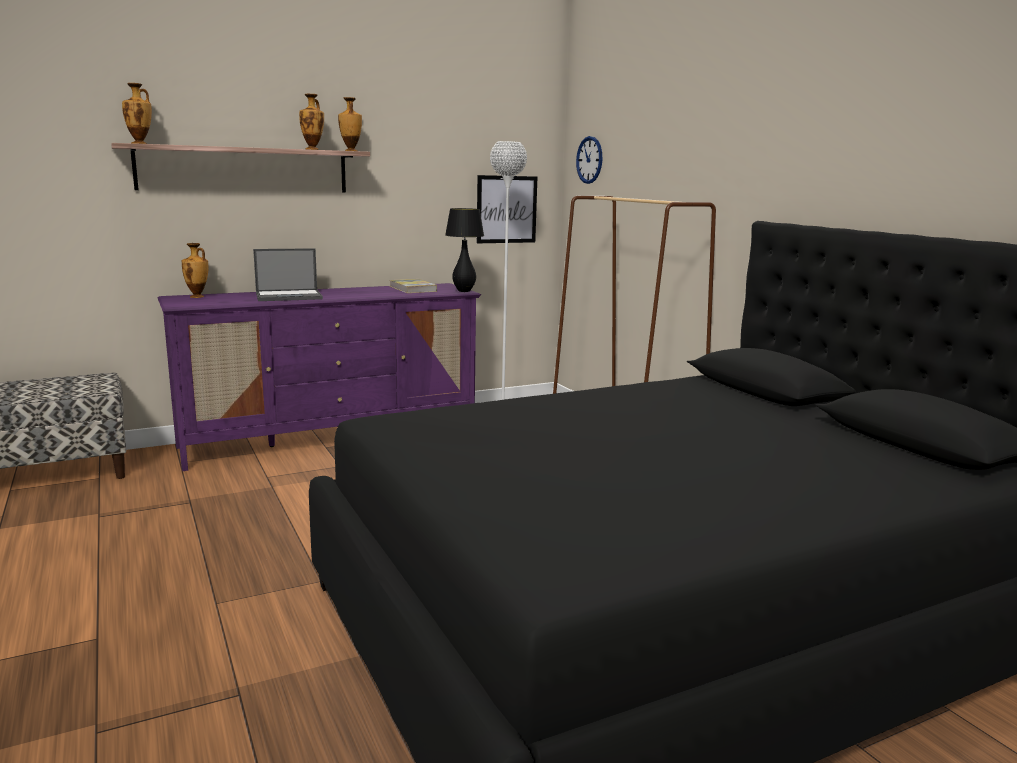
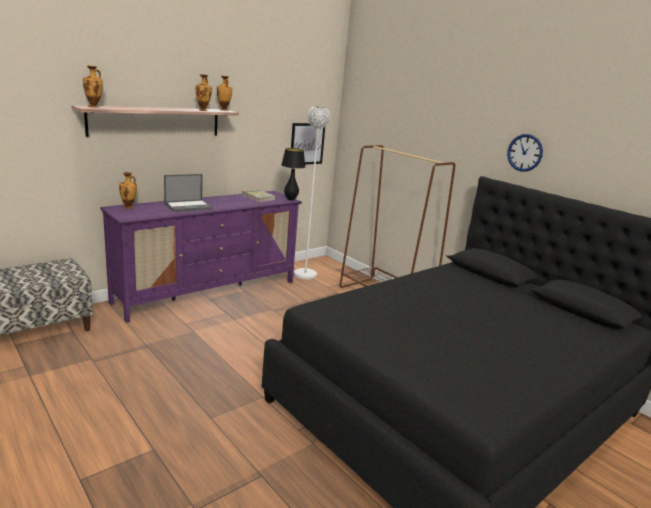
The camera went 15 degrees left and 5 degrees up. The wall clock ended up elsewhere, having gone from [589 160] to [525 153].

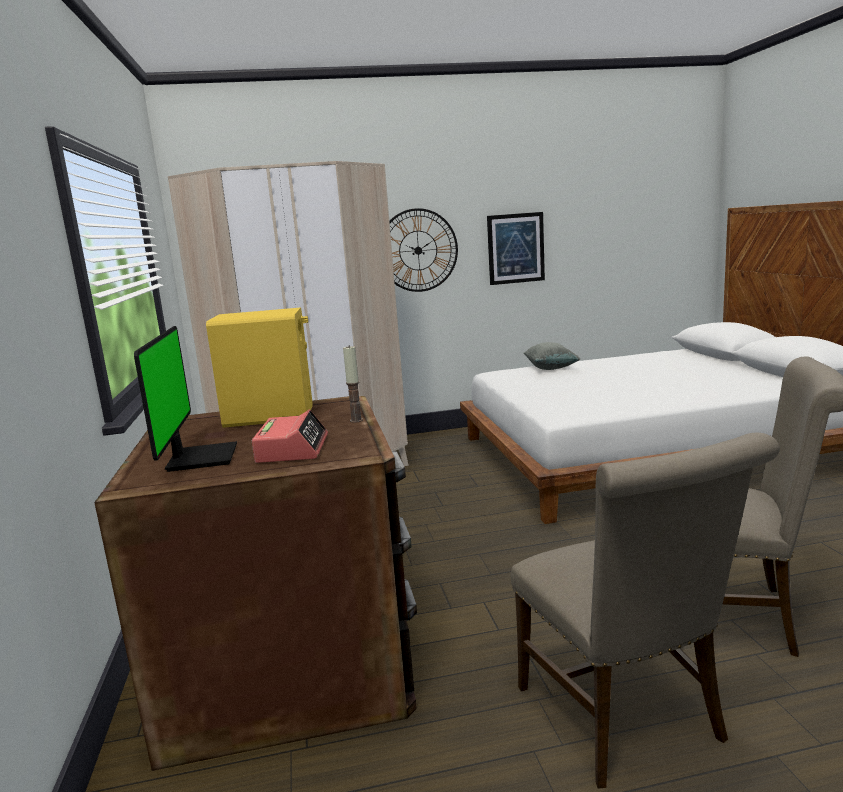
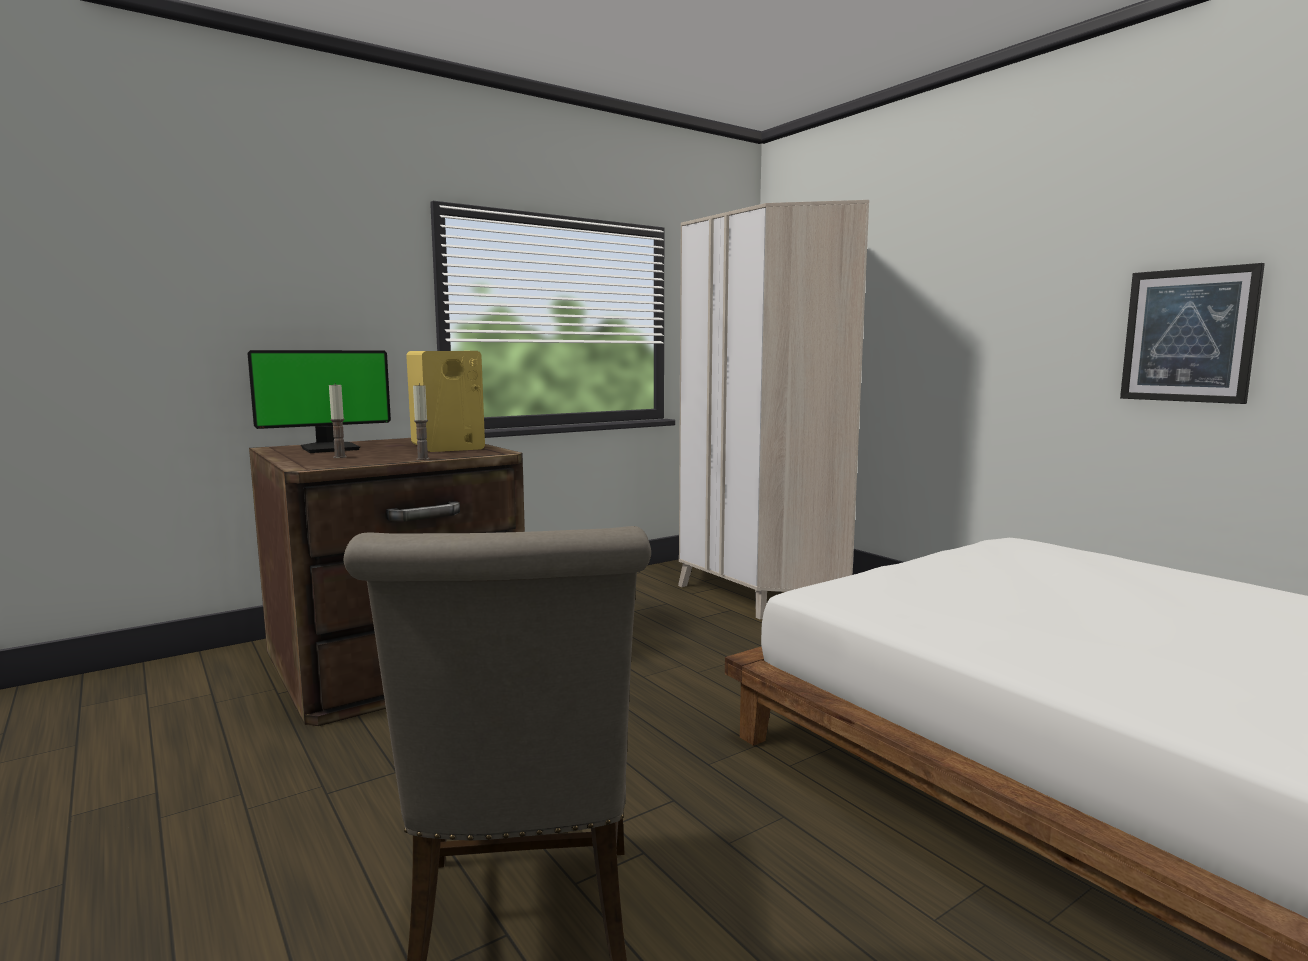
The camera went 65 degrees right and 5 degrees down. The second view lost the wall clock at [423 250]. The second view lost the pillow (grey) at [552 356]. Where the alarm clock stood at [290 436], the candle came to stand at [338 421]. The second view lost the chair (beige) at [645 610].

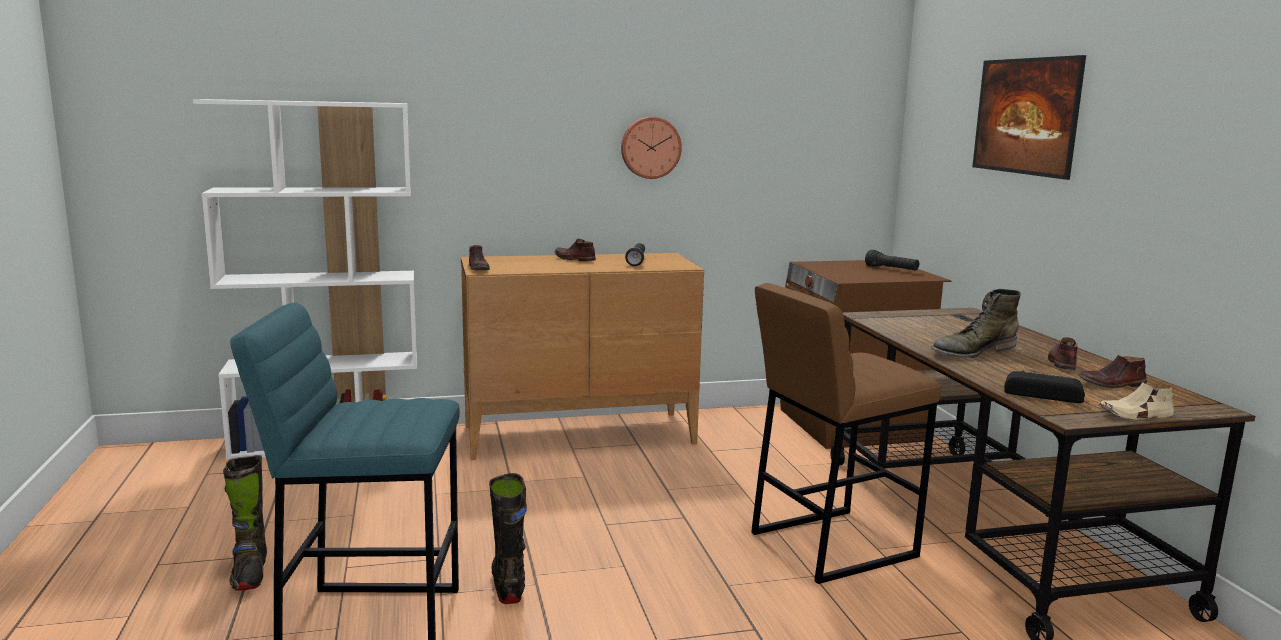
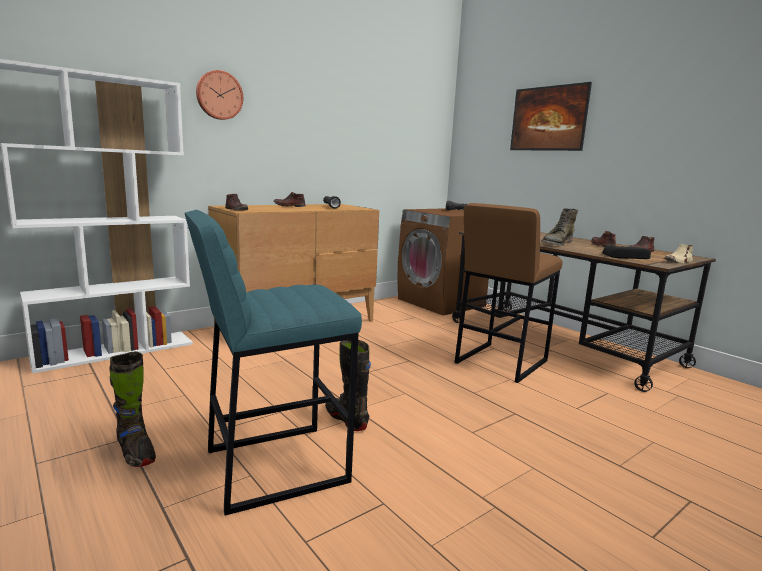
The camera went 25 degrees left and 0 degrees up. The wall clock ended up elsewhere, having gone from [651 148] to [219 95].

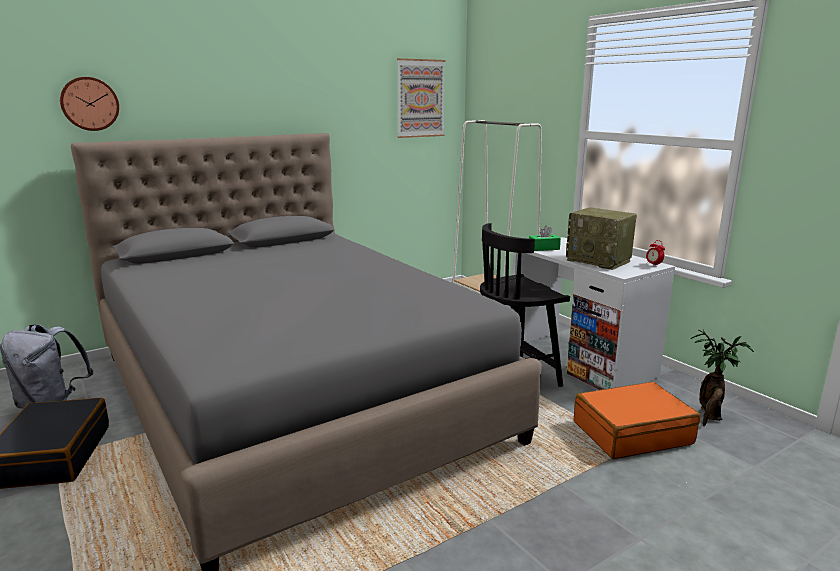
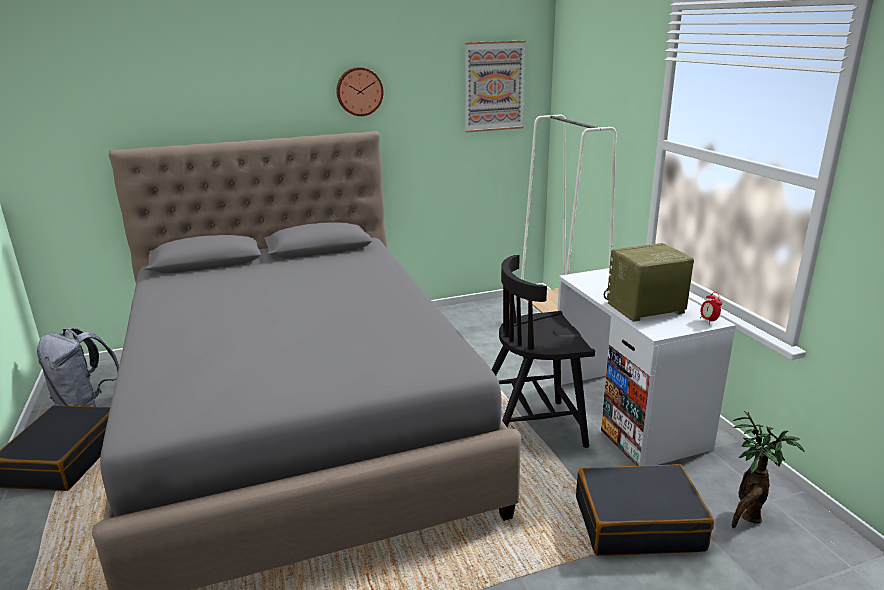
The camera went 15 degrees right and 5 degrees up. The wall clock ended up elsewhere, having gone from [89 104] to [359 91]. The radio at [601 238] ended up facing another way, 105 degrees clockwise from before. The second view lost the tissue box (green) at [545 238]. What was the suitcase (orange) at [637 420] turned into the suitcase (black) at [645 510].

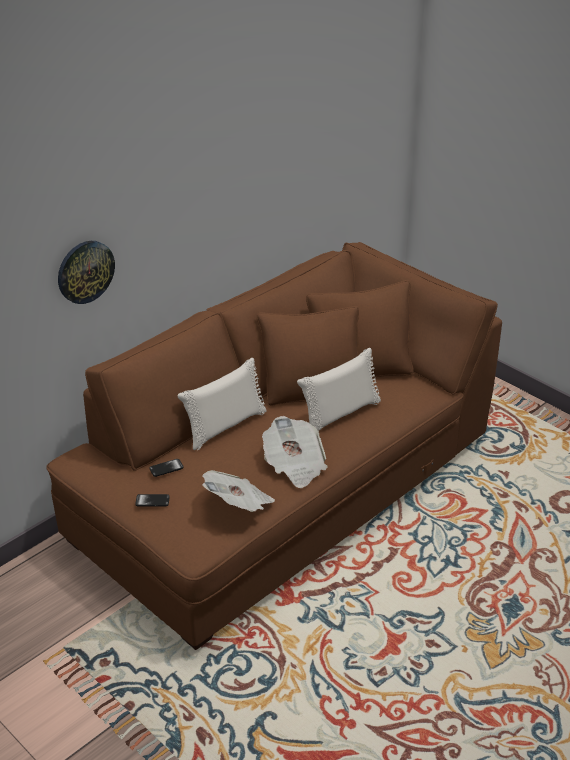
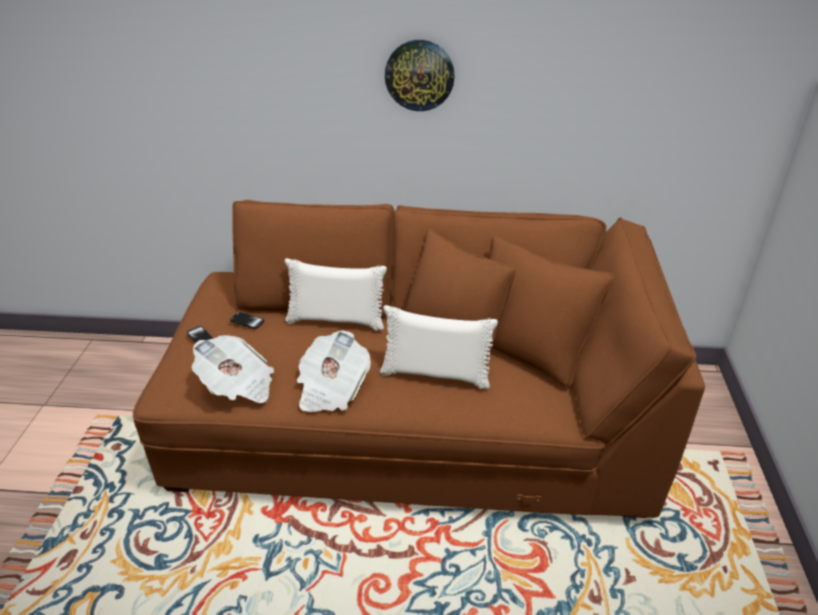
The camera went 50 degrees right and 0 degrees up. The wall clock ended up elsewhere, having gone from [86 272] to [420 75].

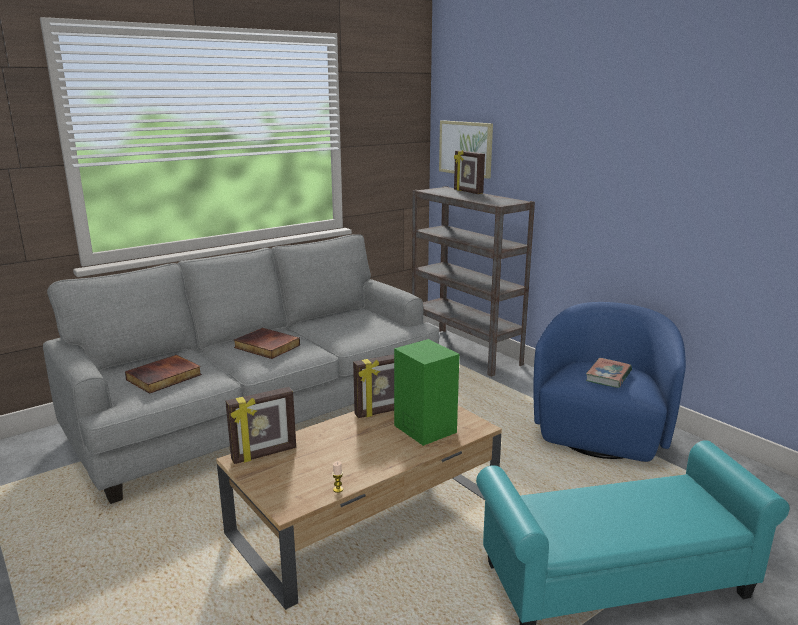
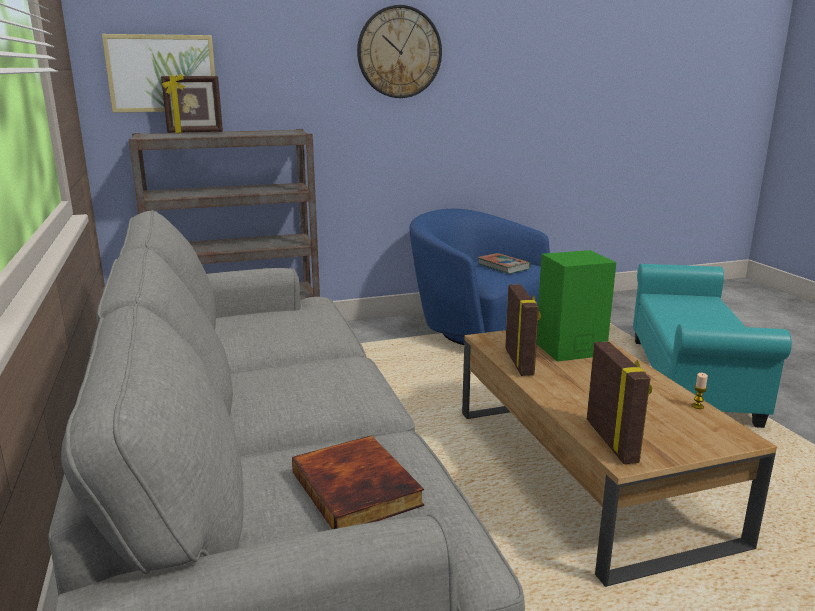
The camera went 70 degrees left and 0 degrees up. The second view lost the book at [267 343]. The second view gained the wall clock at [399 51].

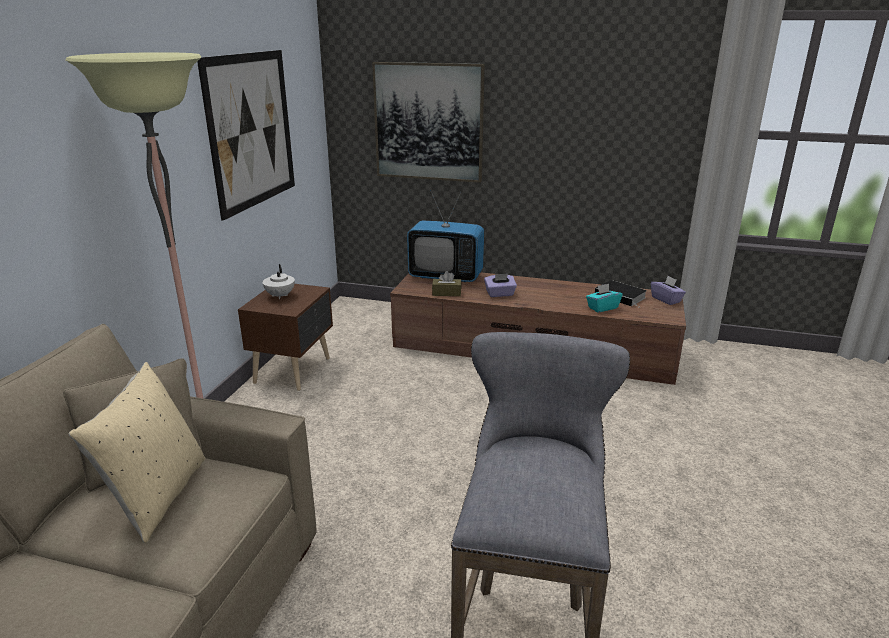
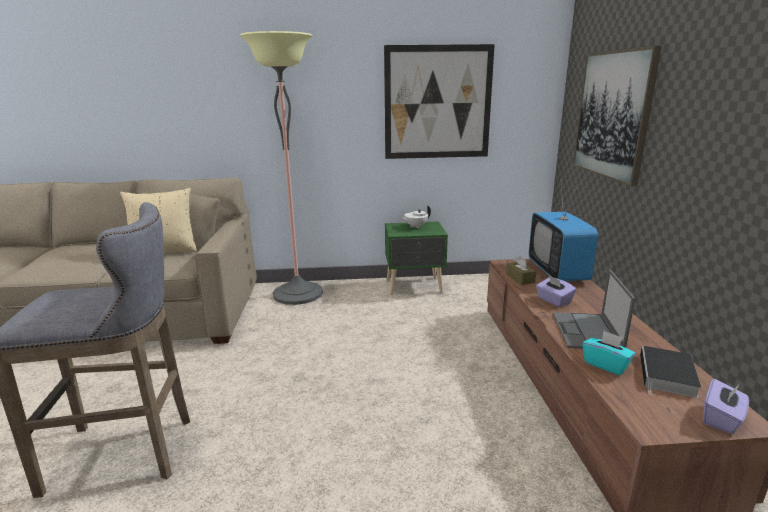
The camera went 70 degrees right and 5 degrees down. What was the nightstand (brown) at [285 337] turned into the nightstand (green) at [416 258]. The second view gained the laptop at [594 309].

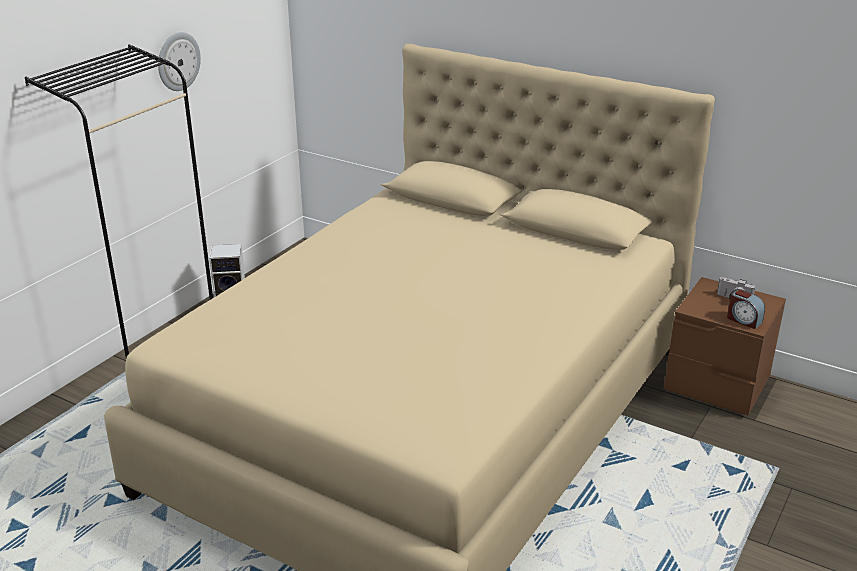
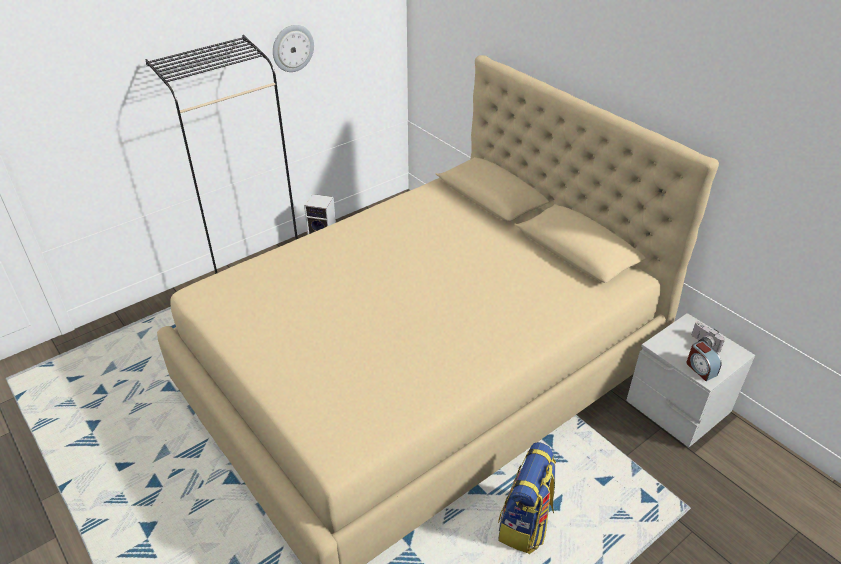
The camera went 20 degrees right and 10 degrees up. What was the nightstand (brown) at [725 346] turned into the nightstand (white) at [690 380]. The second view gained the backpack at [527 498].

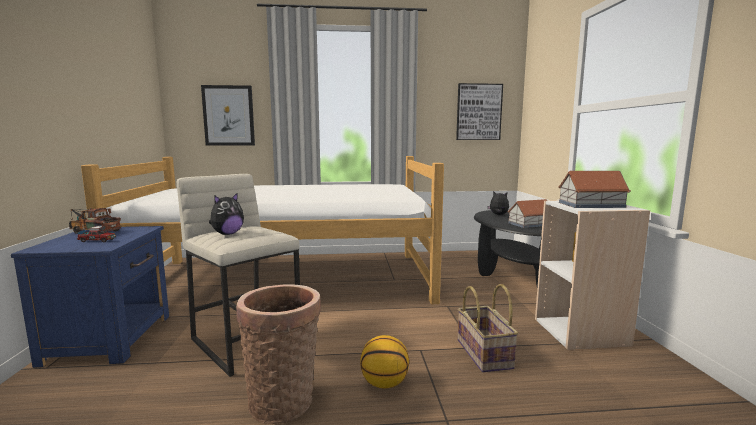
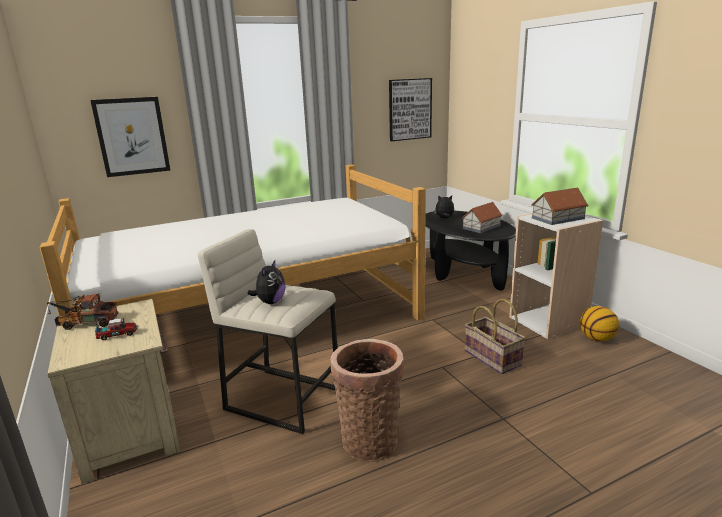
The camera went 20 degrees left and 10 degrees up. What was the nightstand (blue) at [90 297] turned into the nightstand (beige) at [114 391]. The basketball ended up elsewhere, having gone from [384 362] to [599 323].

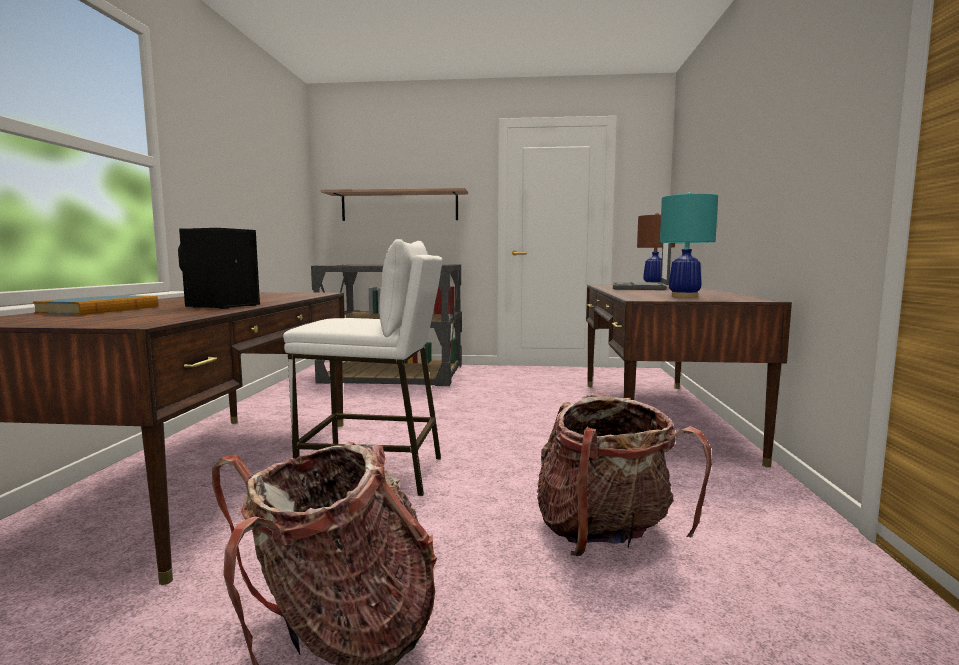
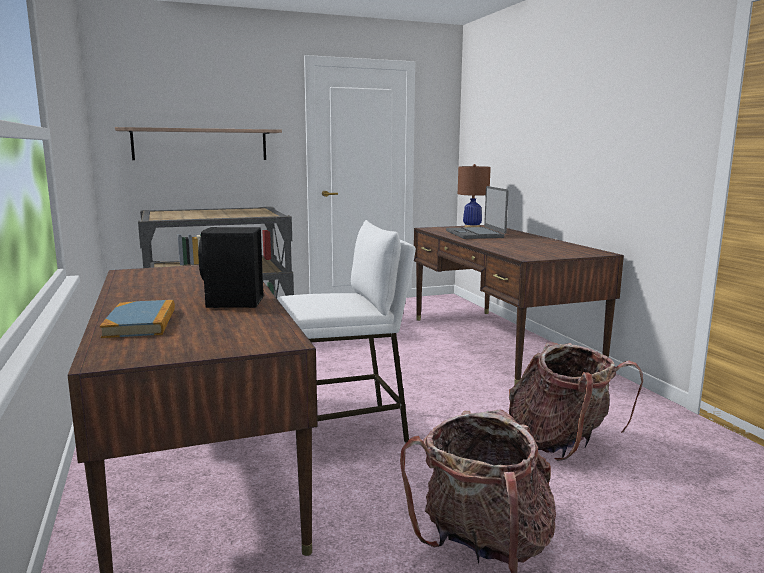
The camera went 25 degrees left and 5 degrees up. The second view lost the table lamp (turquoise) at [689 245].

